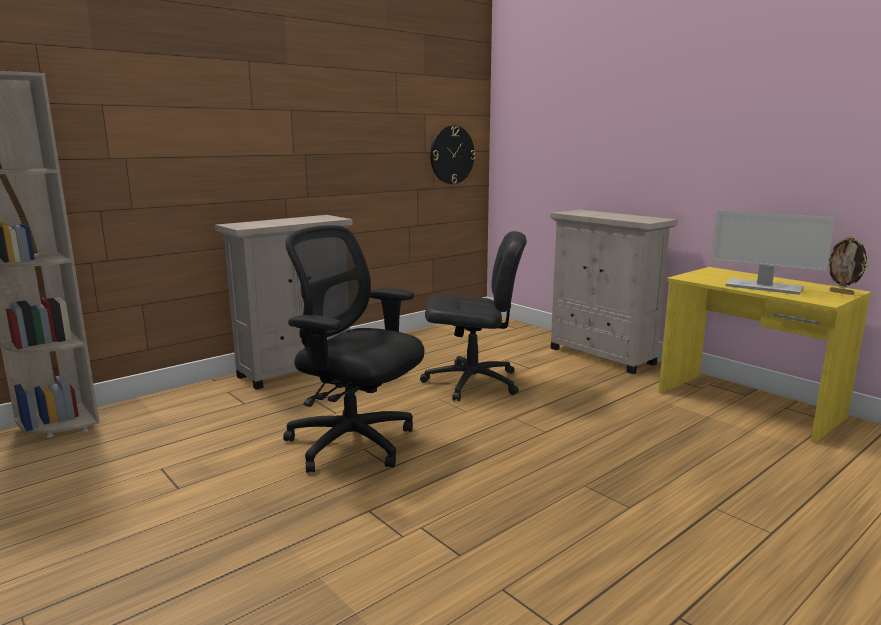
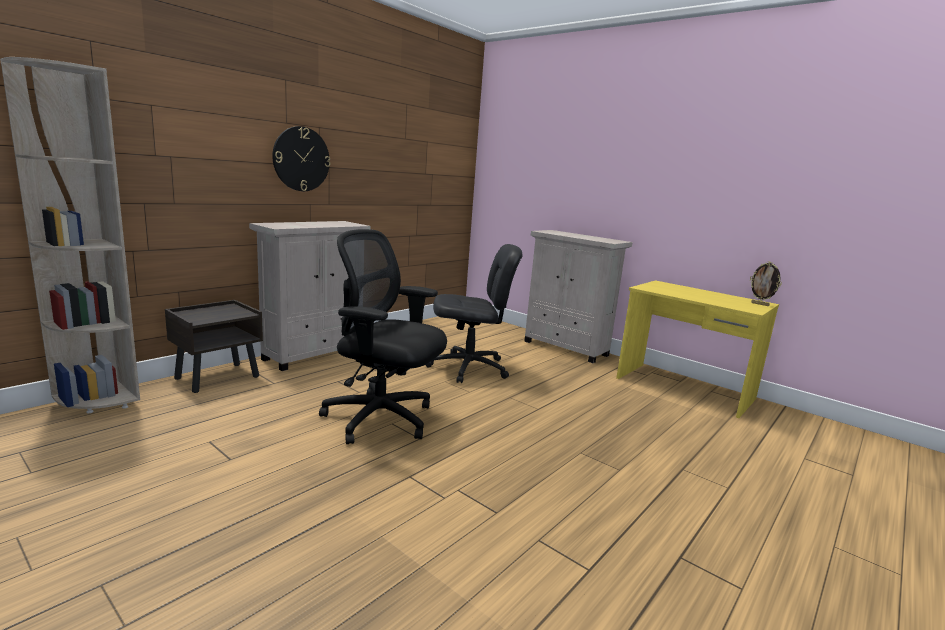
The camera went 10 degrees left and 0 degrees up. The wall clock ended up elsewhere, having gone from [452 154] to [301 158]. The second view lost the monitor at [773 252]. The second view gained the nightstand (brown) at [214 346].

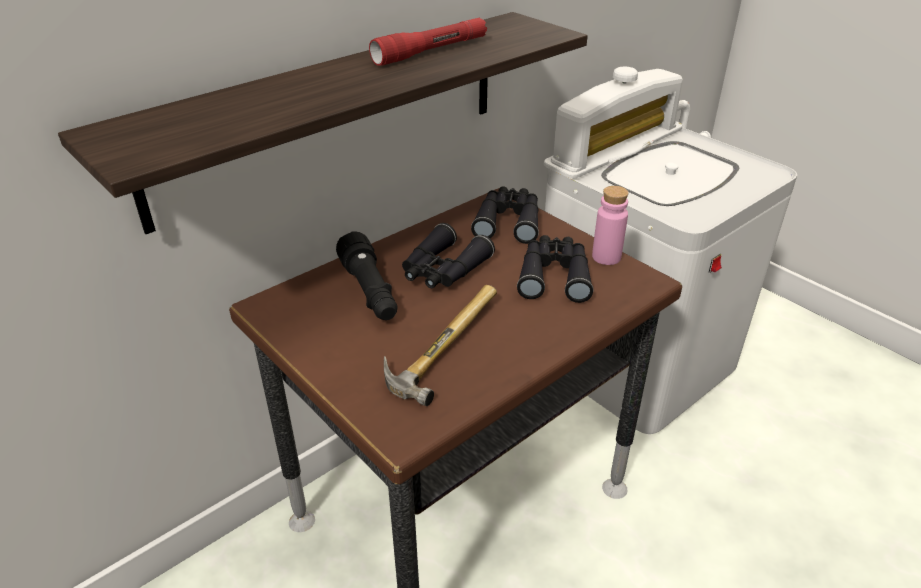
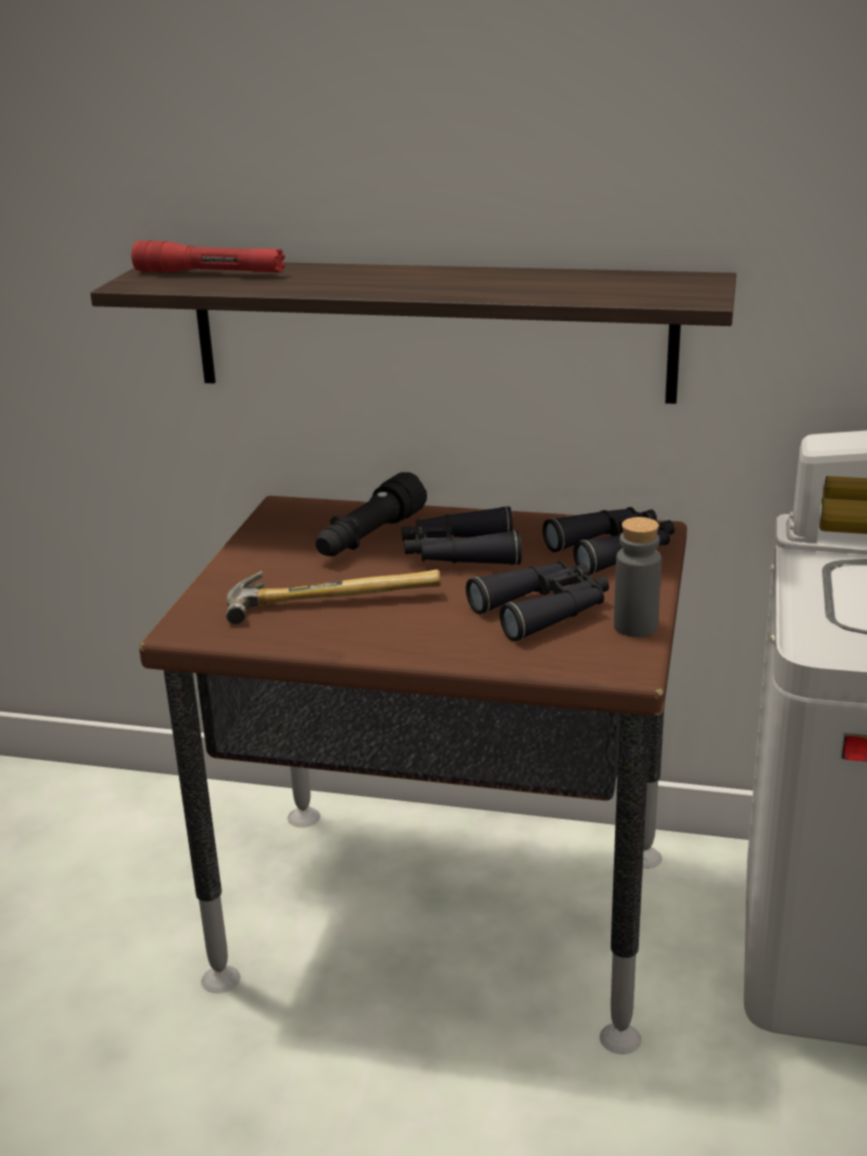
The camera went 55 degrees right and 10 degrees down. The flashlight (red) ended up elsewhere, having gone from [428 42] to [208 256]. What was the bottle (pink) at [610 225] turned into the bottle (grey) at [638 577].

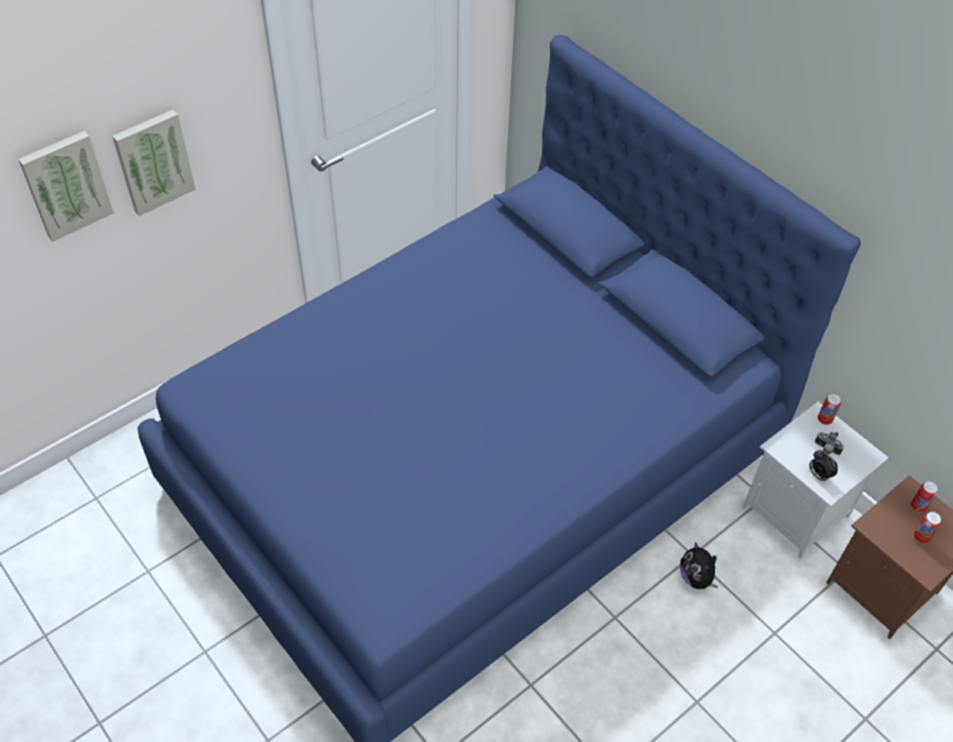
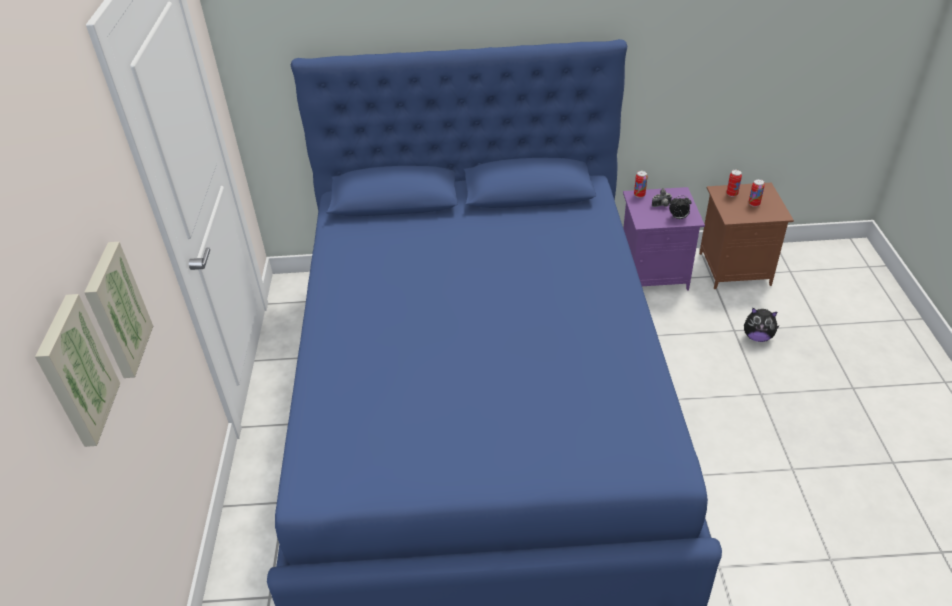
The camera went 50 degrees left and 10 degrees down. What was the nightstand (grey) at [816 480] turned into the nightstand (purple) at [664 239]. The plush toy ended up elsewhere, having gone from [699 565] to [762 325].

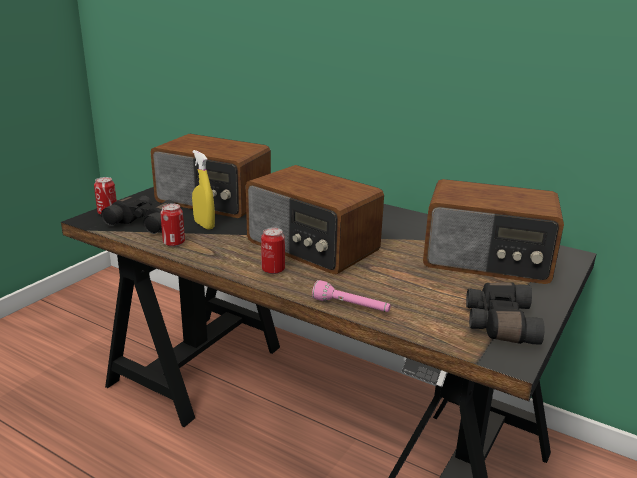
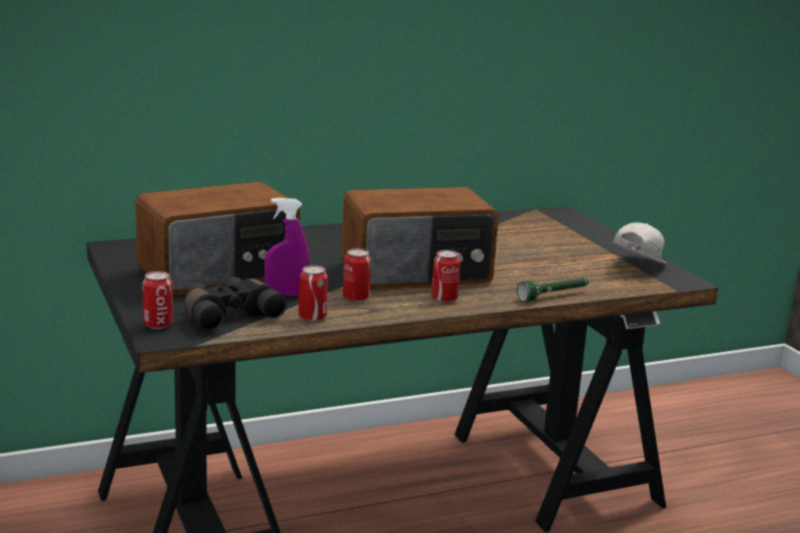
The camera went 55 degrees left and 5 degrees down. What was the spray bottle (yellow) at [203 190] turned into the spray bottle (purple) at [286 247]. The second view lost the radio at [493 231]. What was the flashlight (pink) at [351 296] turned into the flashlight (green) at [553 290]. Where the binoculars (black) stood at [505 314], the cap (white) came to stand at [639 242]. The second view gained the can at [357 275].

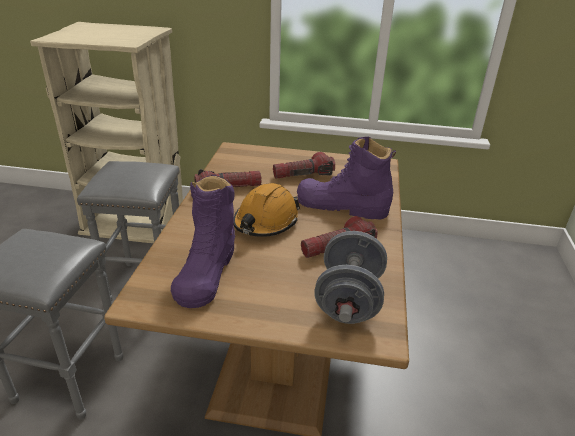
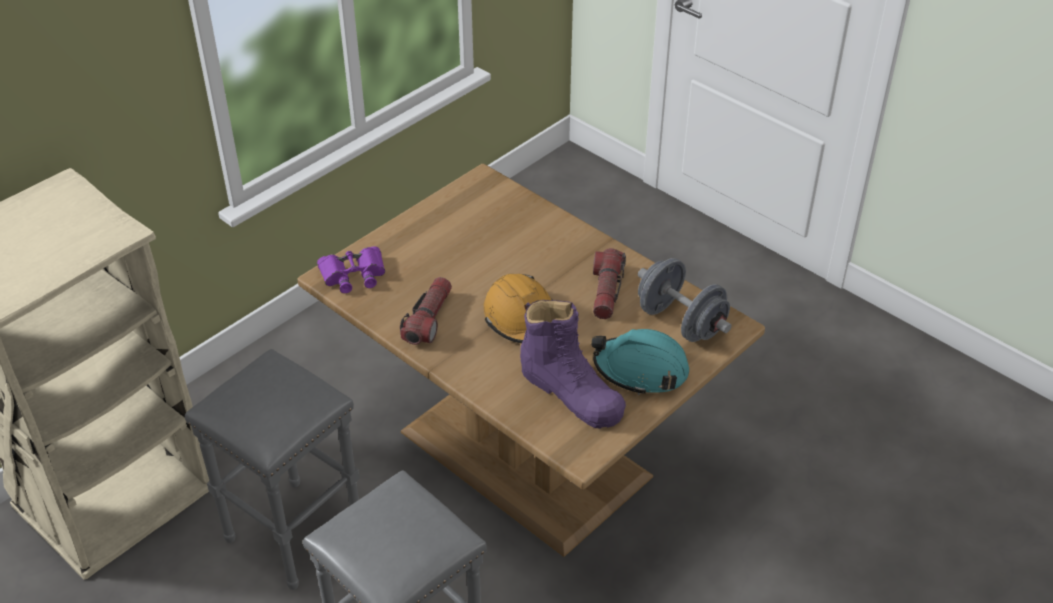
The camera went 55 degrees left and 10 degrees up. The second view lost the boot (purple) at [346 178]. The second view lost the flashlight at [304 165]. The second view gained the binoculars (purple) at [351 269]. The second view gained the hard hat (turquoise) at [640 362].

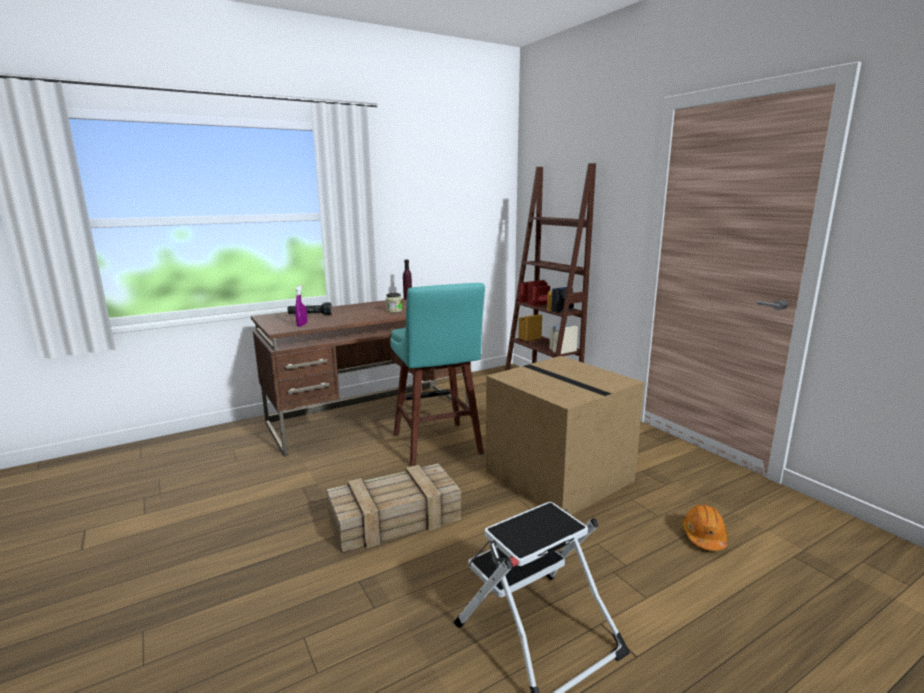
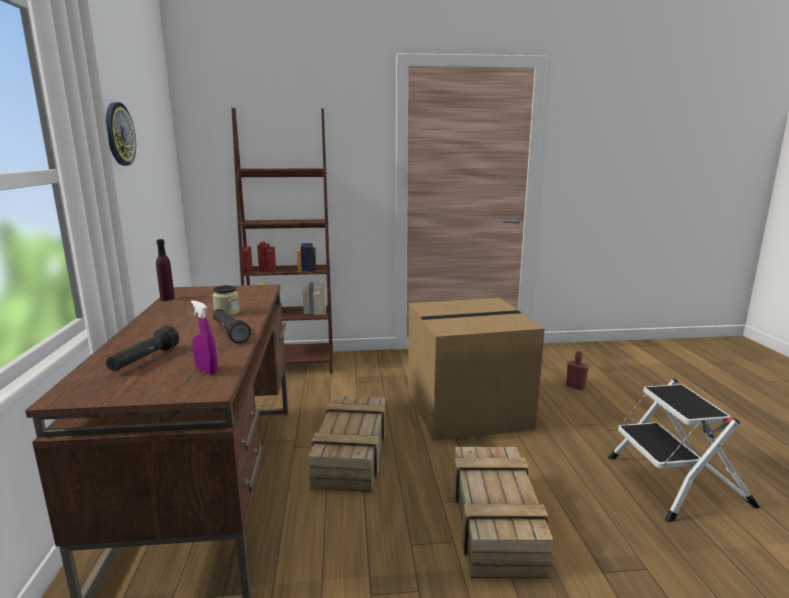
The camera went 65 degrees left and 0 degrees up. Where the stool (turquoise) stood at [437 374], the crate came to stand at [347 444]. Where the hard hat (orange) stood at [705 527], the bottle (red) came to stand at [577 370]. The second view gained the wall clock at [121 134]. The second view gained the flashlight (black) at [232 326].

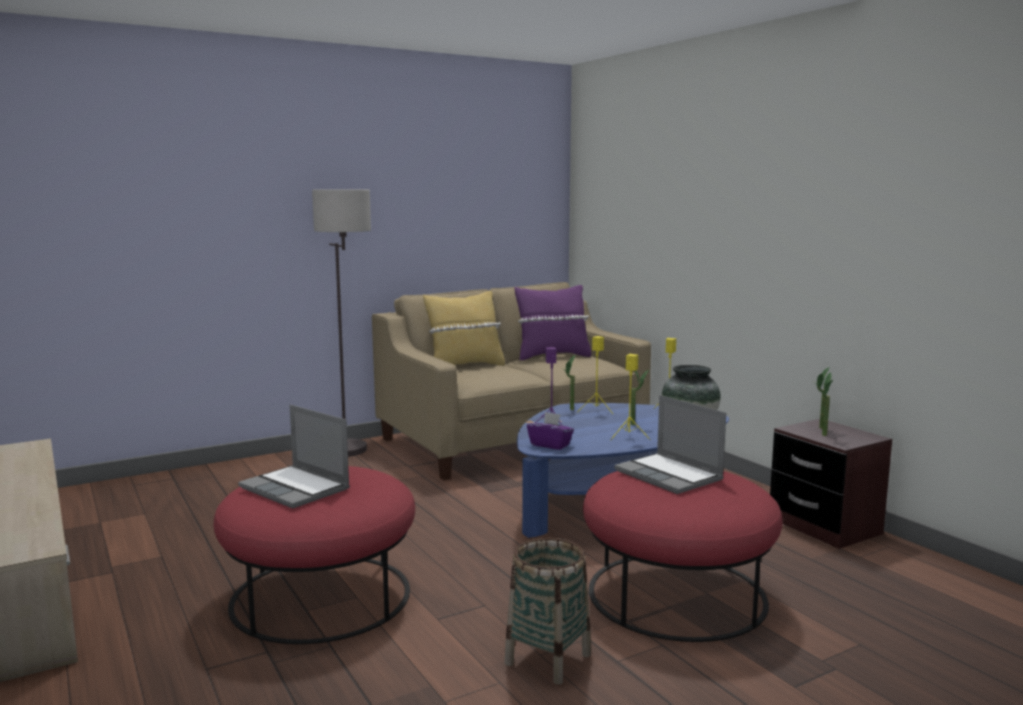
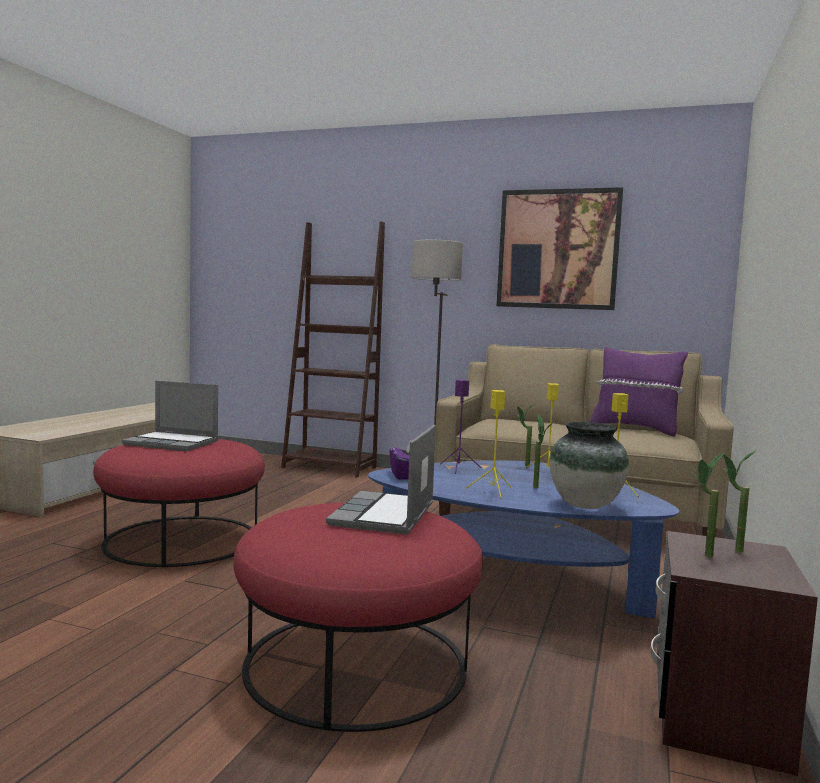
The camera went 50 degrees right and 5 degrees down. The second view lost the pillow (yellow) at [464 328]. The laptop at [294 456] ended up facing another way, 75 degrees counterclockwise from before. The second view lost the basket at [547 611]. The second view gained the picture at [559 248]. The second view gained the bookcase (brown) at [333 349].

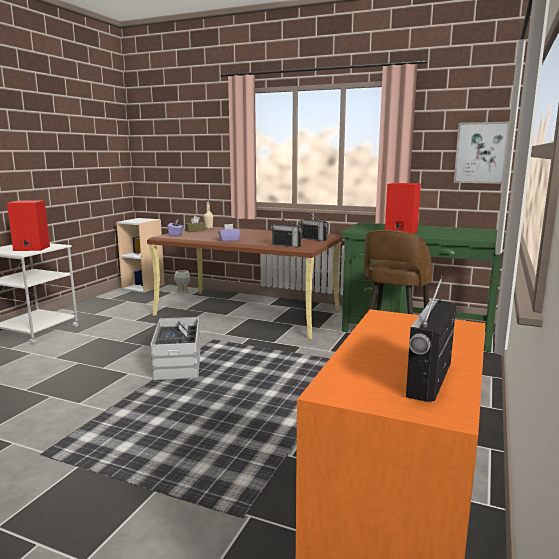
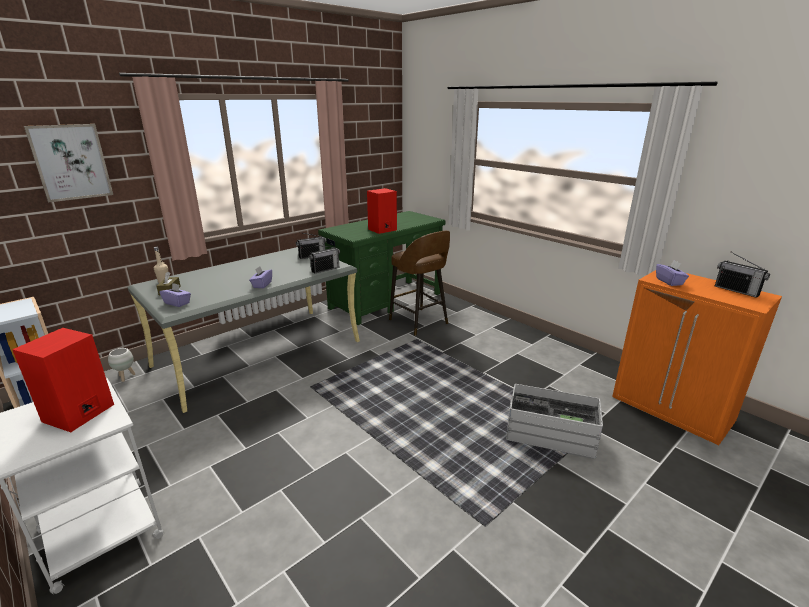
The camera went 65 degrees left and 10 degrees up. The picture ended up elsewhere, having gone from [481 153] to [68 163]. What was the desk (brown) at [244 283] turned into the desk (grey) at [243 330]. The storage box (grey) ended up elsewhere, having gone from [175 348] to [554 421]. The second view gained the tissue box (purple) at [672 273].

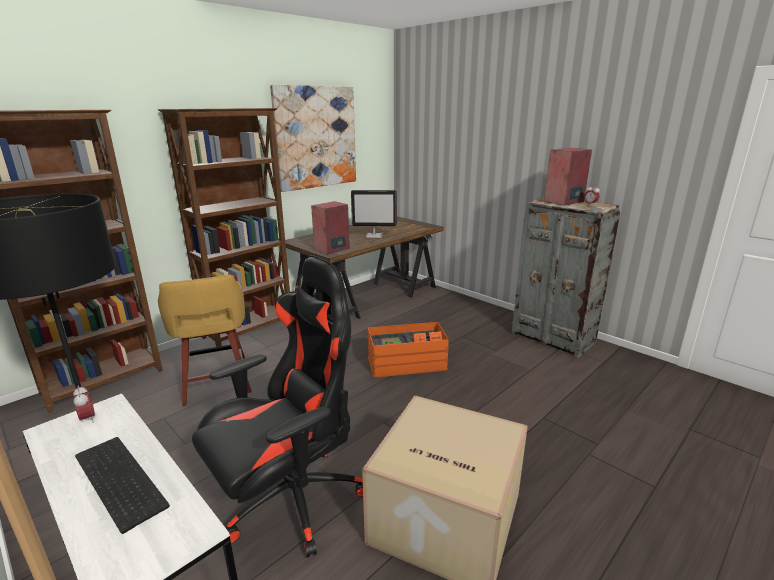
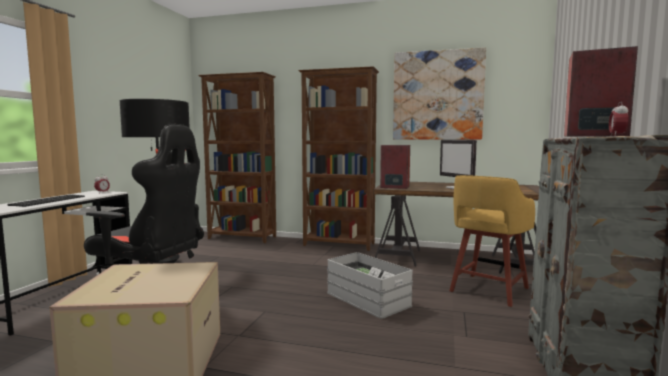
The camera went 60 degrees right and 15 degrees down. The stool (yellow) ended up elsewhere, having gone from [205 340] to [492 241]. What was the storage box (orange) at [408 350] turned into the storage box (grey) at [370 285].

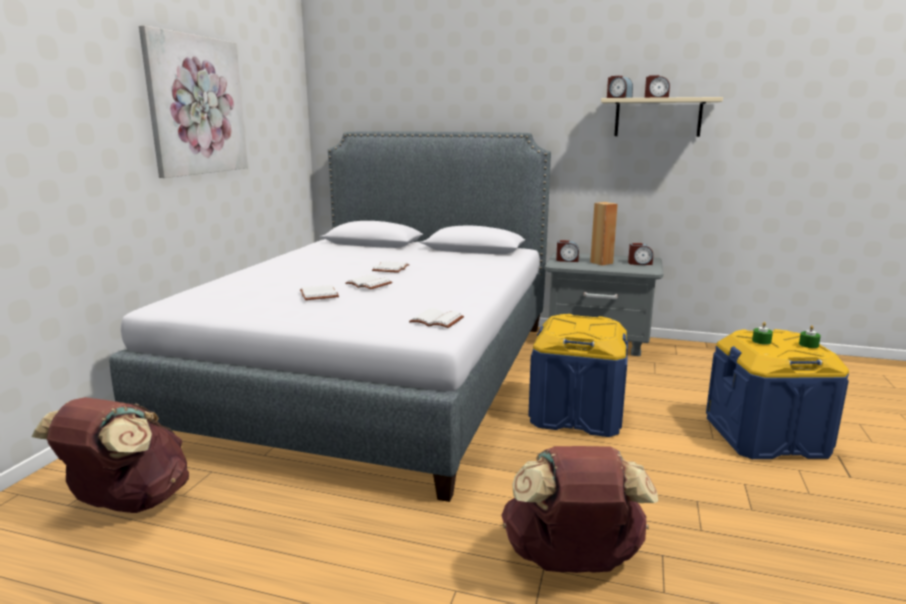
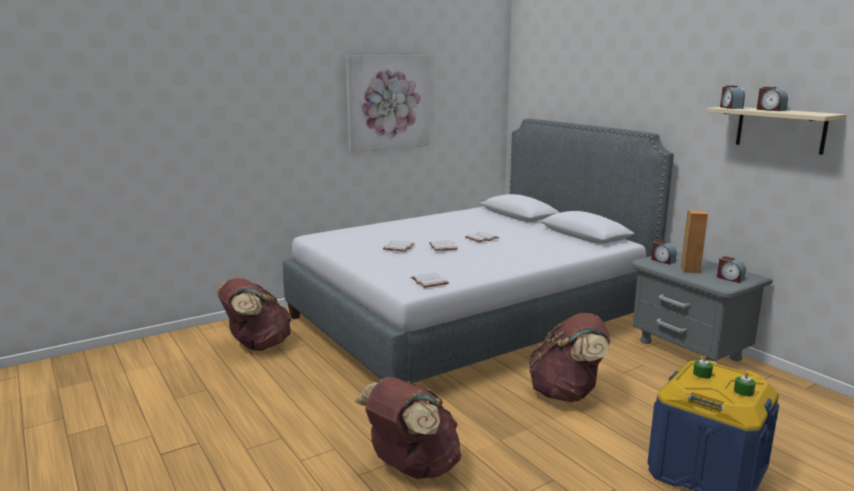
The camera went 40 degrees right and 0 degrees up. Where the storage box (blue) stood at [578 375], the backpack (brown) came to stand at [569 357].

